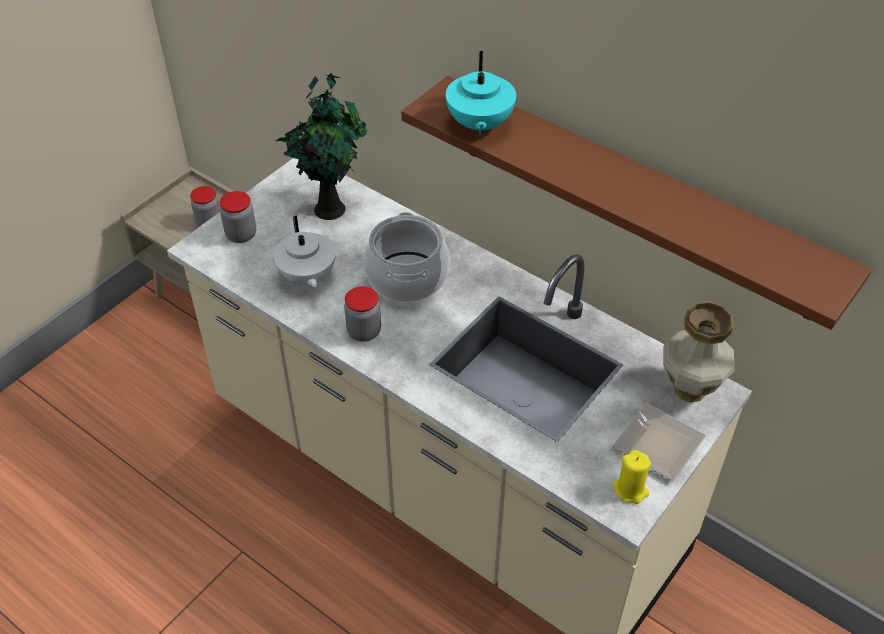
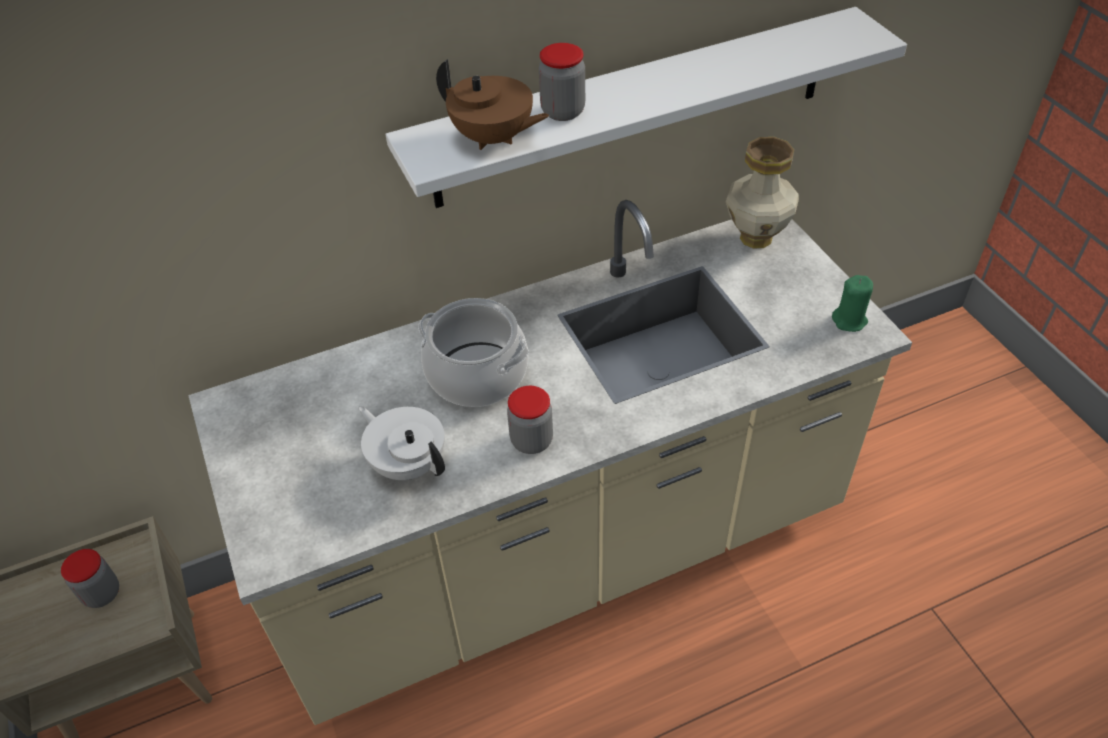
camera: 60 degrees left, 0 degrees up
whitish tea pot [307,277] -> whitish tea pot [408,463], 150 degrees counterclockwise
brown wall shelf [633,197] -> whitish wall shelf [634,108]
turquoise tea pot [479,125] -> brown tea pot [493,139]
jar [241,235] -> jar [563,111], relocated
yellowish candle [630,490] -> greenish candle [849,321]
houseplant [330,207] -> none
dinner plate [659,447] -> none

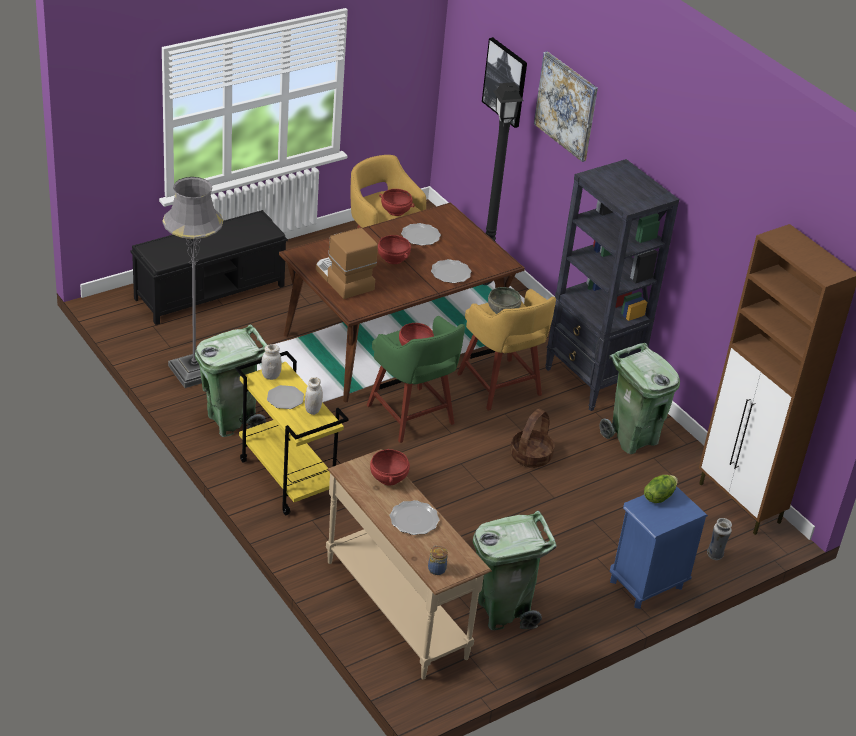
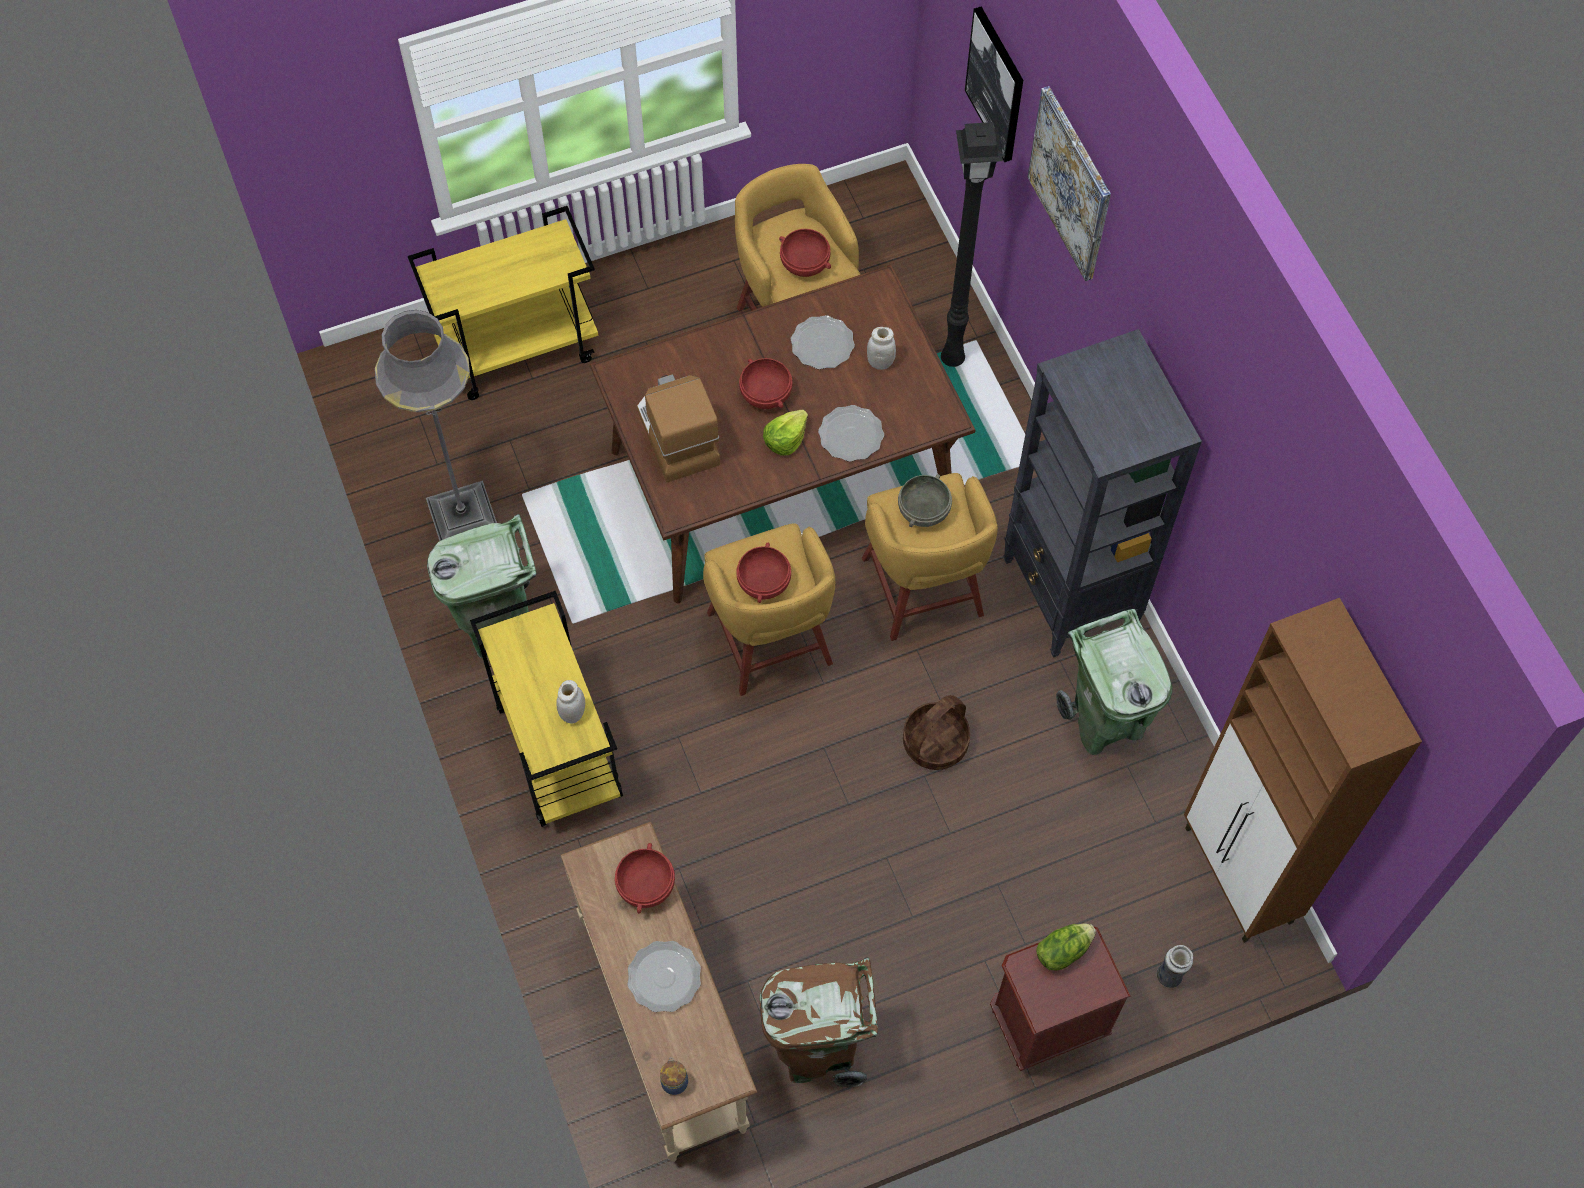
camera: 15 degrees right, 25 degrees up
black bench [211,292] -> yellowish trolley [519,349]
greenish sitting stool [411,416] -> yellowish sitting stool [770,642]
greenish waste bin [503,611] -> brown waste bin [818,1048]
none -> lettuce head [785,439]
whitish jar [271,376] -> whitish jar [880,362], relocated
blue night table [646,584] -> brown night table [1046,1022]
dinner plate [285,398] -> none

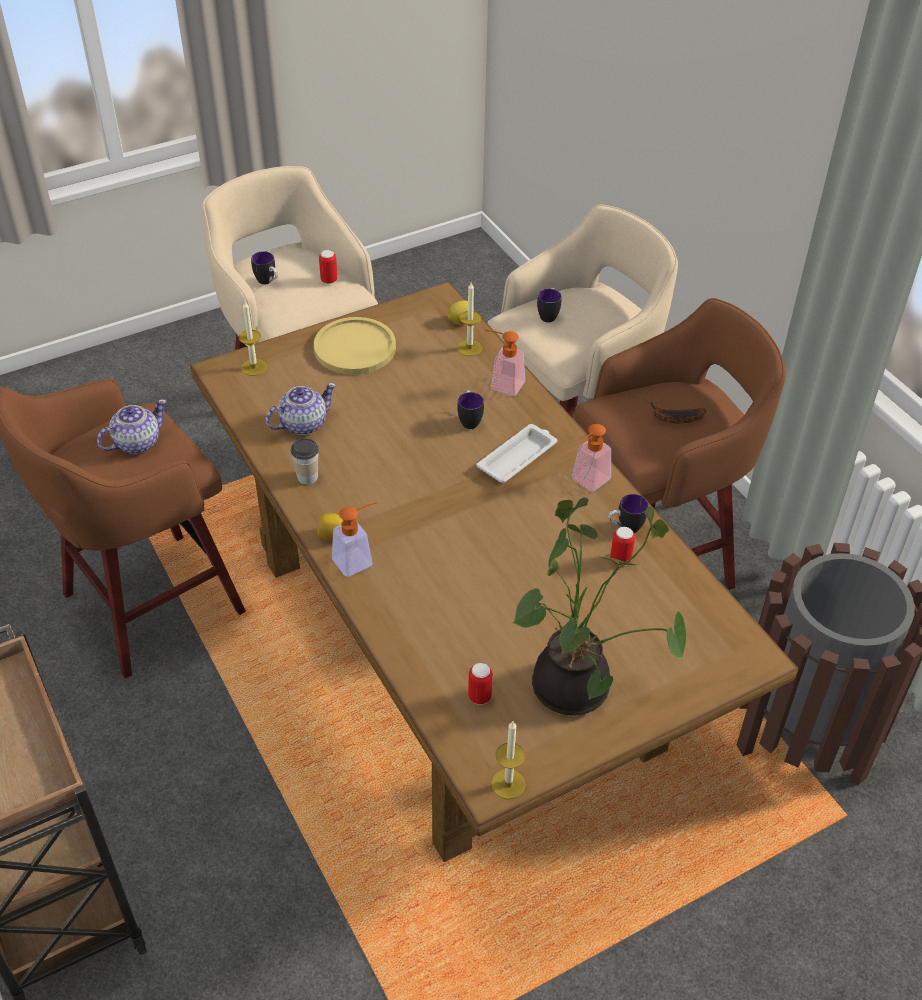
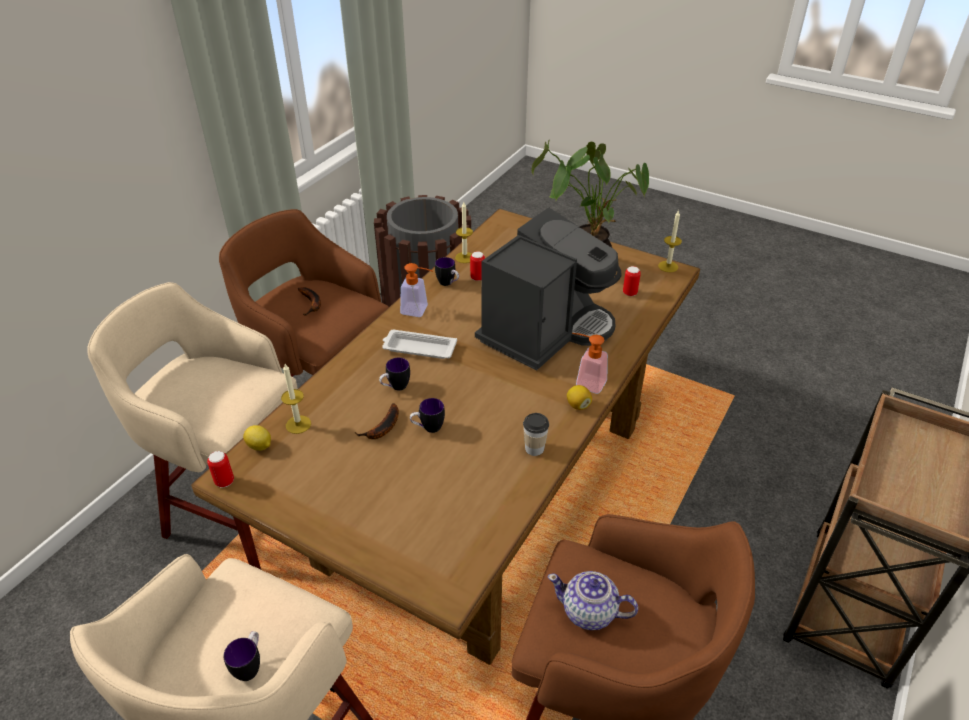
camera: 120 degrees left, 5 degrees down
can [329,280] -> can [224,481], relocated
none -> banana [382,428]
tea mug [548,315] -> tea mug [428,428], relocated
candle [254,367] -> candle [464,257], relocated
none -> coffee machine [545,330]
tea pot [302,424] -> none
yellowish dinner plate [355,348] -> none
soap bottle [502,384] -> none

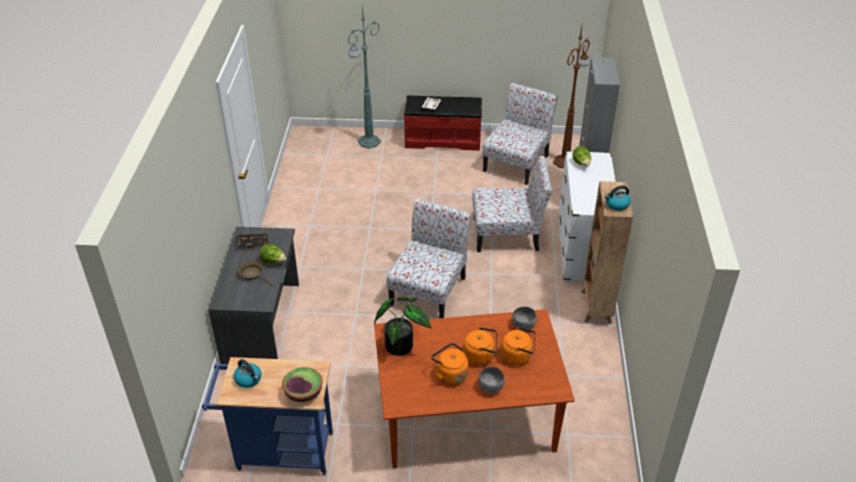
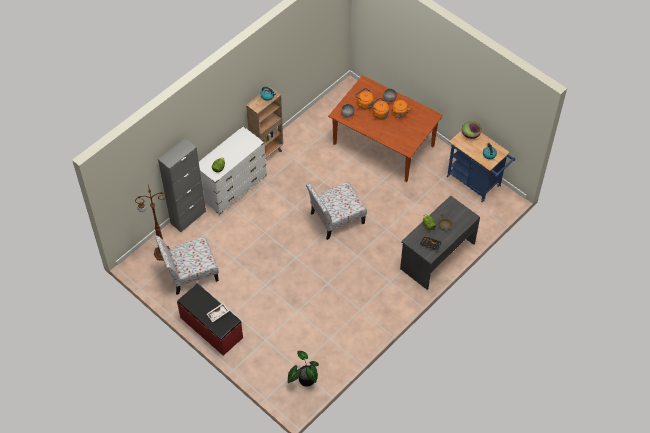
camera: 140 degrees left, 15 degrees up
houseplant [402,344] -> houseplant [304,379], relocated
greenish standard lamp [368,142] -> none
plain chair [508,234] -> none

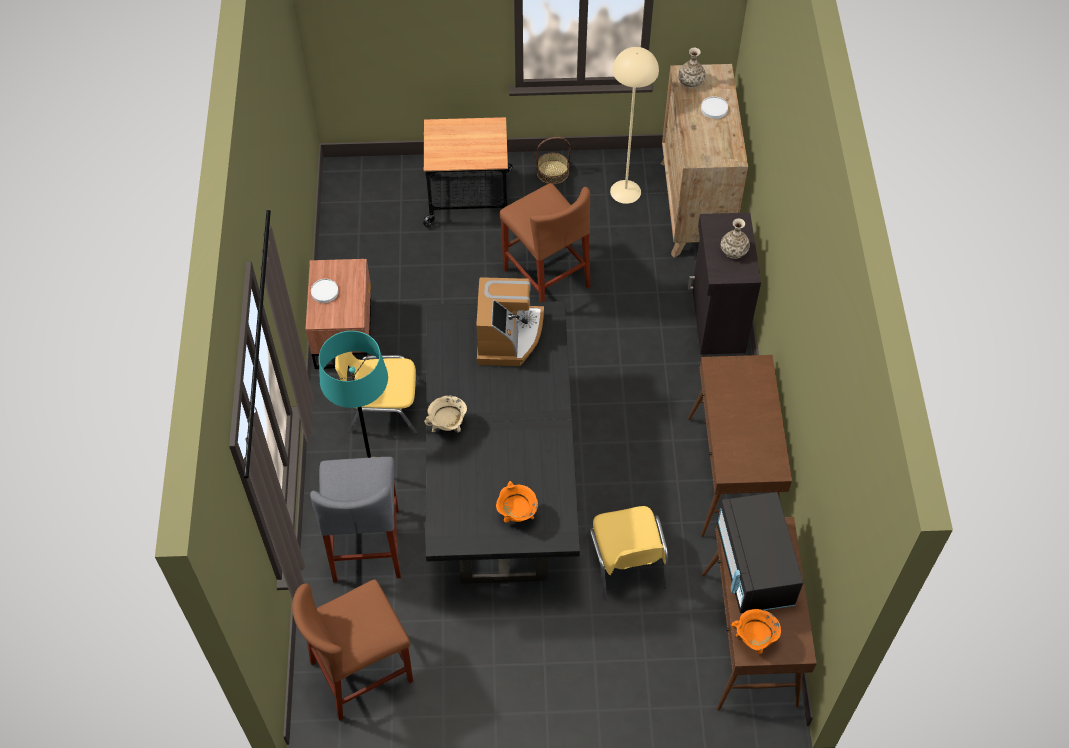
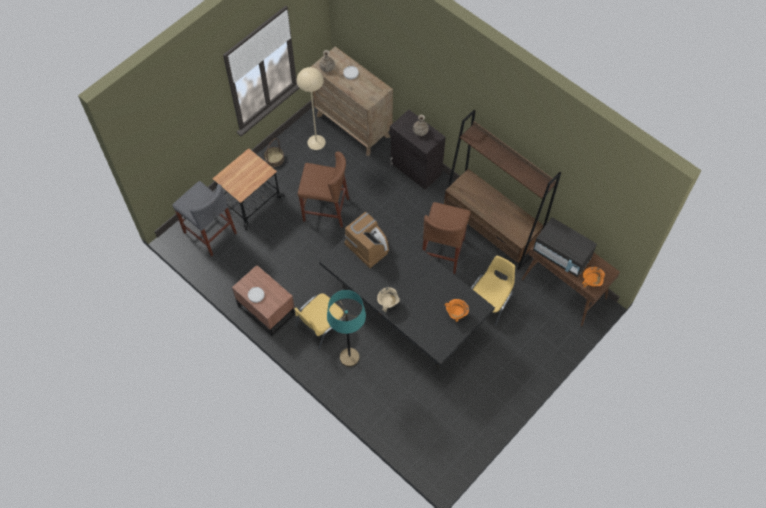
camera: 45 degrees left, 5 degrees up
grey sitting stool [366,544] -> grey sitting stool [209,233], relocated
brown sitting stool [362,671] -> brown sitting stool [443,252], relocated
brown hall table [731,475] -> brown bookshelf [490,230]
yellowish plain chair [626,563] -> yellowish plain chair [490,301], 90 degrees counterclockwise

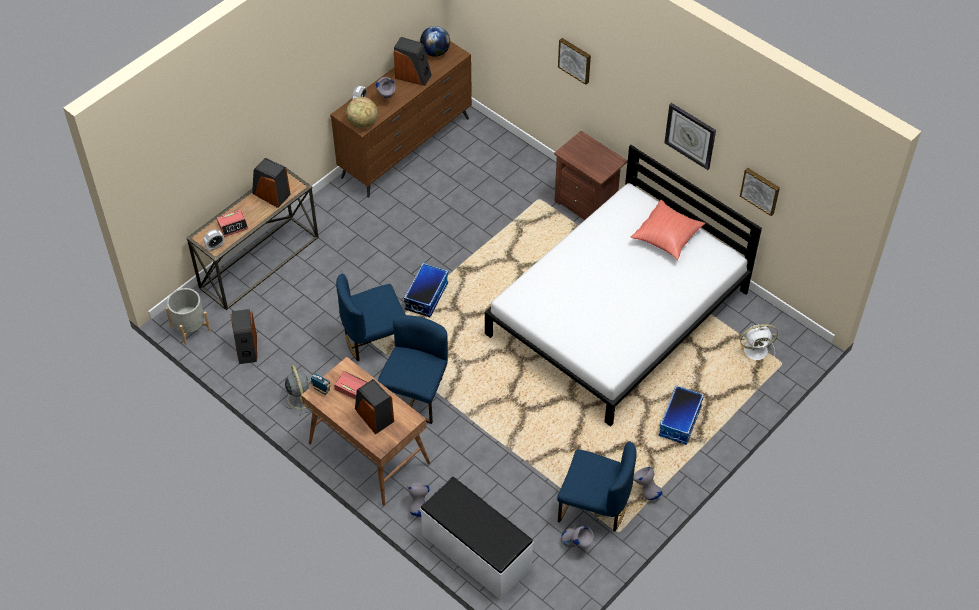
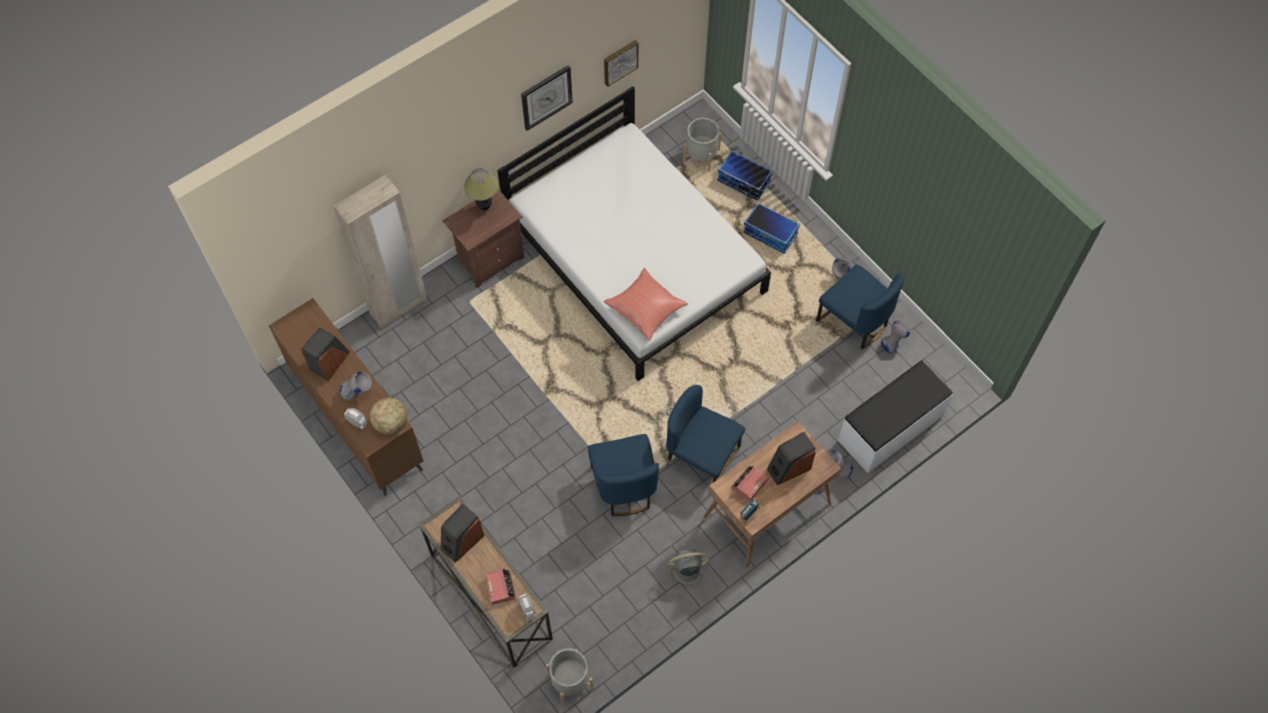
camera: 80 degrees left, 10 degrees up
none -> sand-coloured wardrobe [399,306]
none -> tabletop lamp [484,207]
reddish cushion [667,237] -> reddish cushion [646,309], relocated
whitish electric fan [756,350] -> grey planter [701,156]
storage bin [426,296] -> storage bin [743,182], relocated
blue plain chair [594,507] -> blue plain chair [853,321], 105 degrees clockwise
speaker [247,348] -> none
globe [435,52] -> none
picture [575,60] -> none

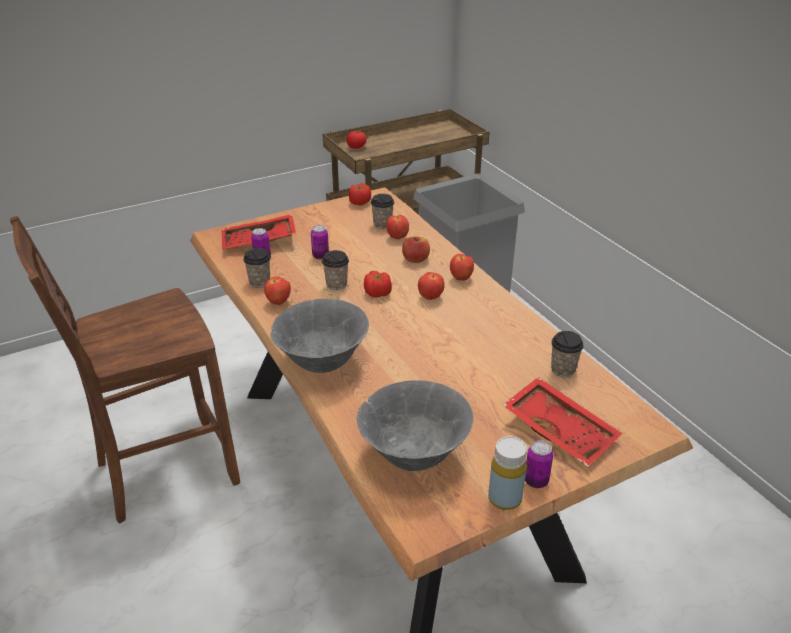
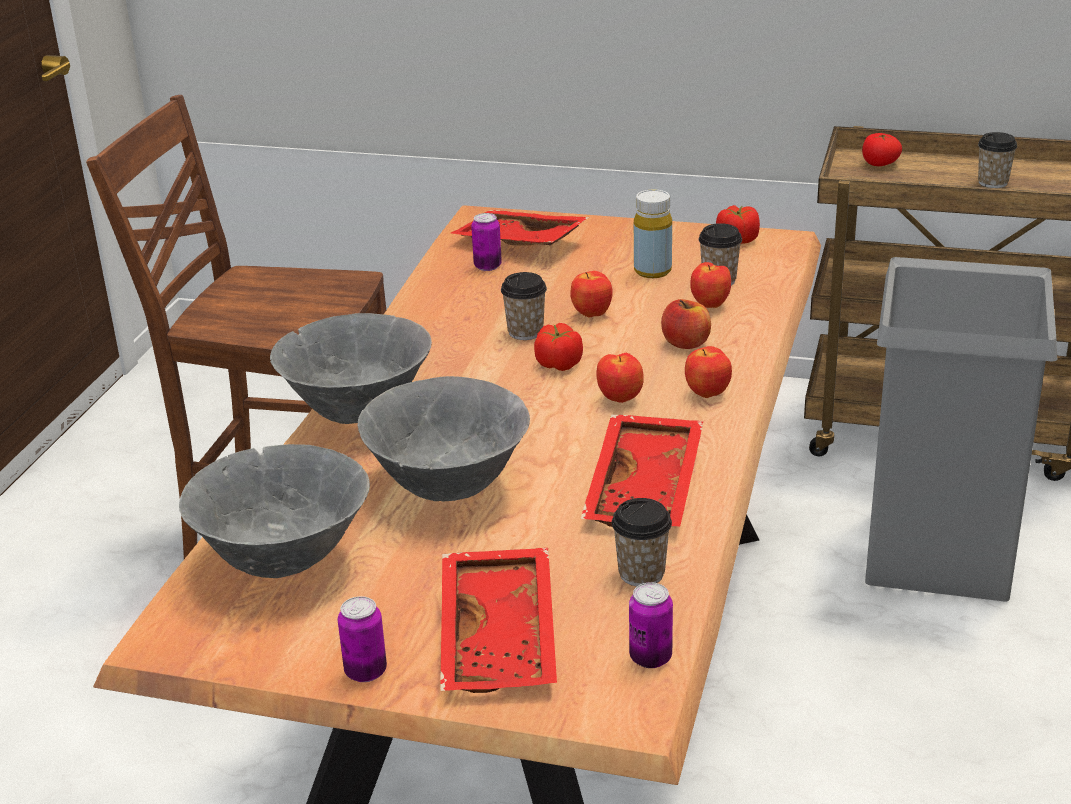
camera: 45 degrees right, 5 degrees down
none -> grey serving bowl [449,488]
whole apple [278,302] -> whole apple [592,315], relocated
none -> reddish serving tray [647,489]
can [320,256] -> can [650,658], relocated
yellowish bottle [504,498] -> yellowish bottle [652,271], relocated
small cup [259,282] -> small cup [993,182], relocated

